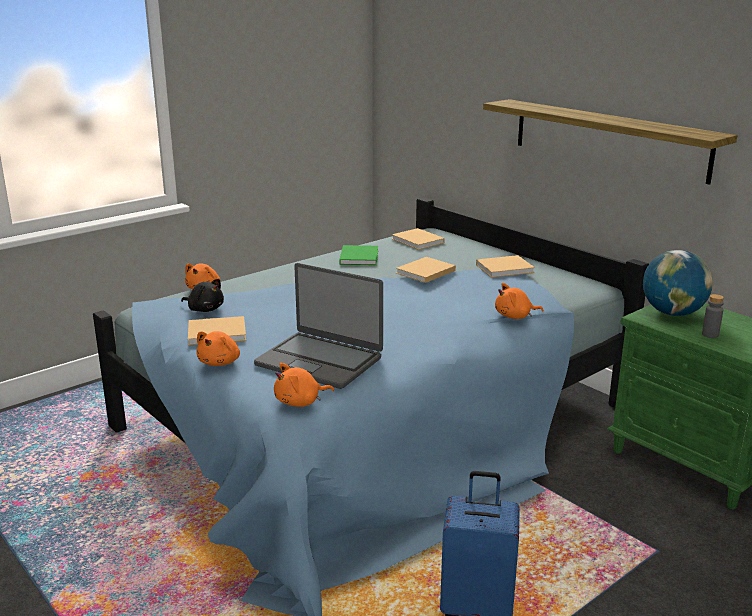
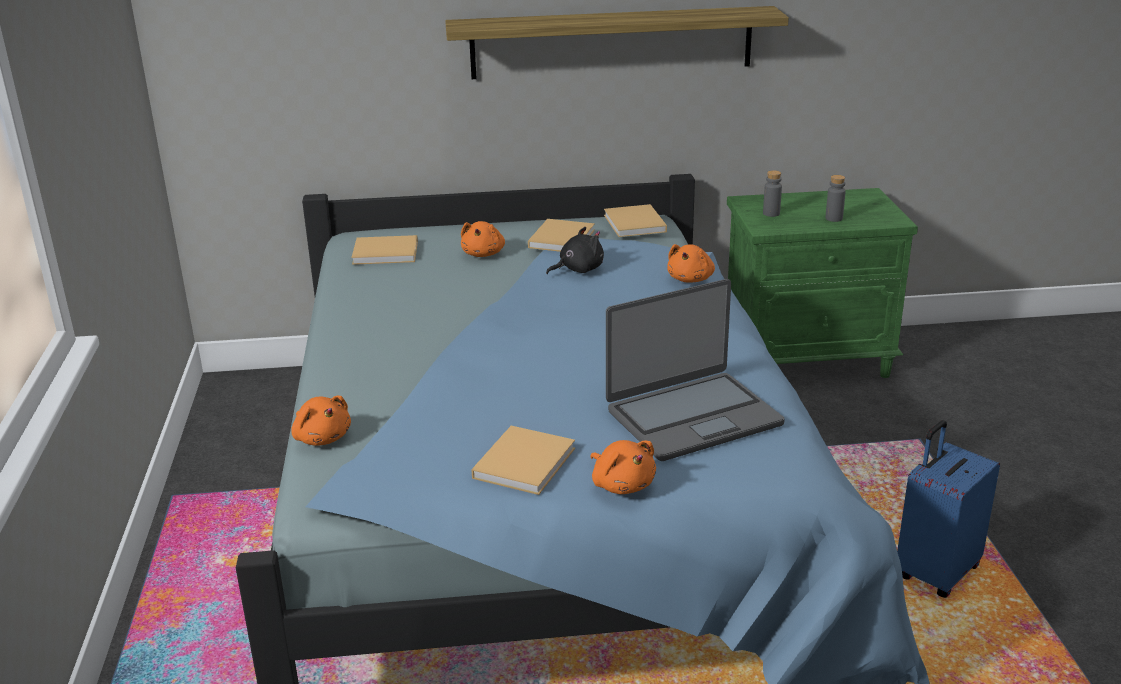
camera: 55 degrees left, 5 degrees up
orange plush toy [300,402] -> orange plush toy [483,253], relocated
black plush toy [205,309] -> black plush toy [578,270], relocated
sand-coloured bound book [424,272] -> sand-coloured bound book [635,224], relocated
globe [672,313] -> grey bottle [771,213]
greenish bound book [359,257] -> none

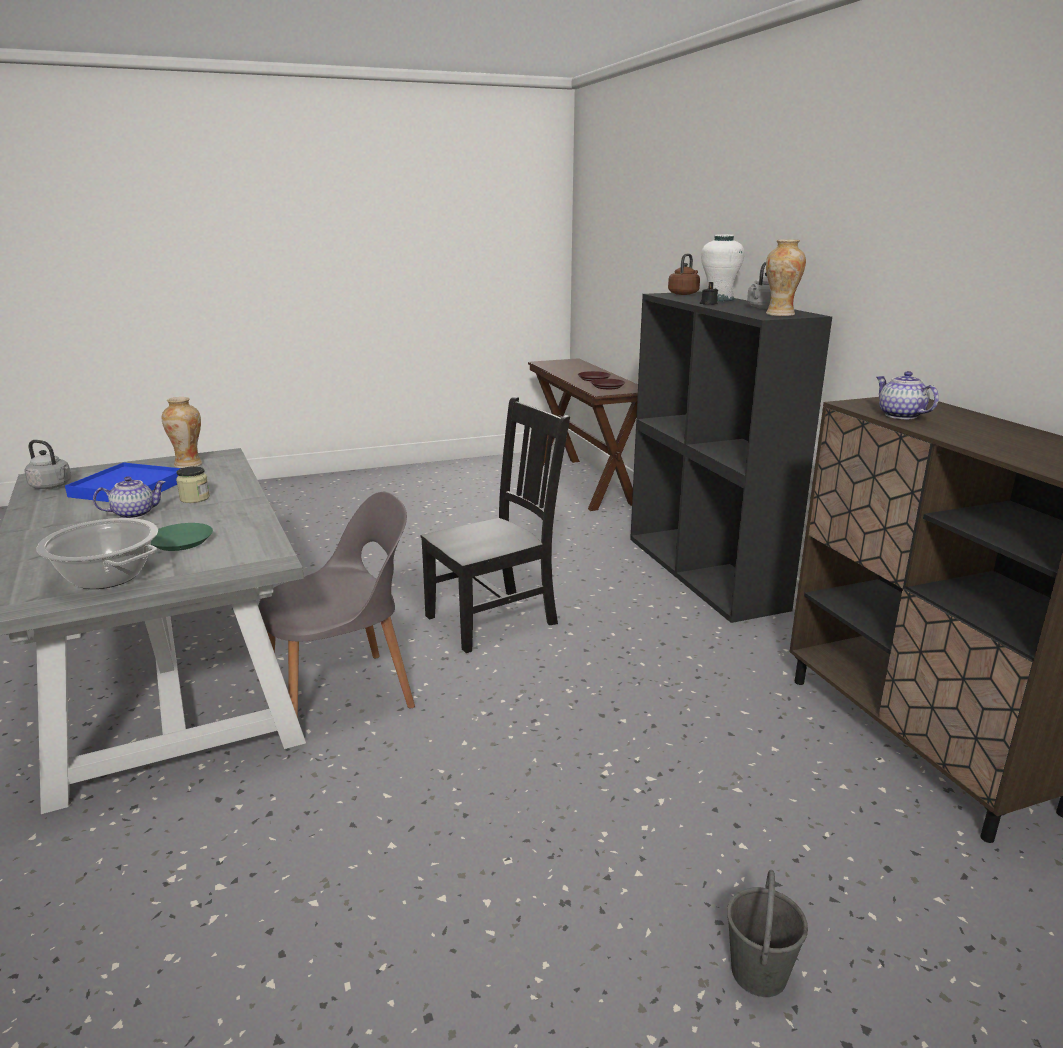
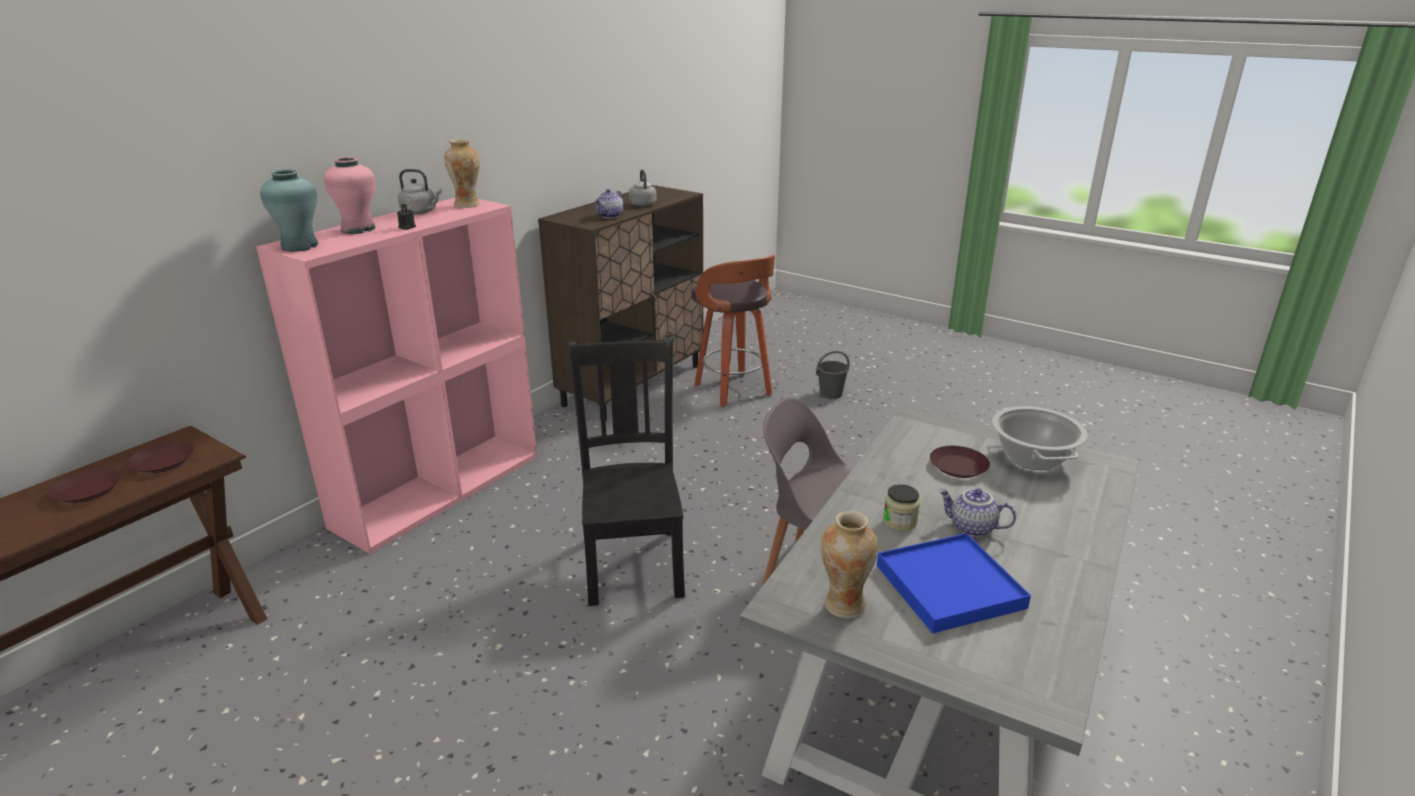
camera: 125 degrees left, 5 degrees up
black bookshelf [705,572] -> pink bookshelf [439,489]
brown water kettle [684,294] -> turquoise flower vase [300,246]
whitish flower vase [719,299] -> pink flower vase [358,229]
black plain chair [495,619] -> black plain chair [633,562], 60 degrees clockwise
grey water kettle [52,486] -> grey water kettle [642,204], relocated
none -> sitting stool [734,391]
greenish dinner plate [180,542] -> brown dinner plate [958,467]

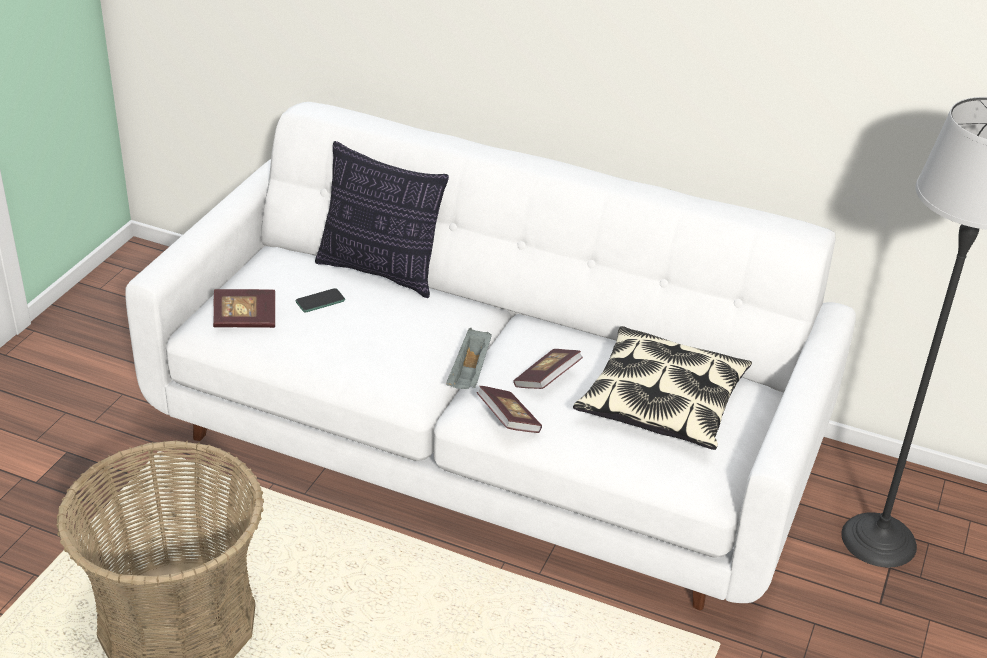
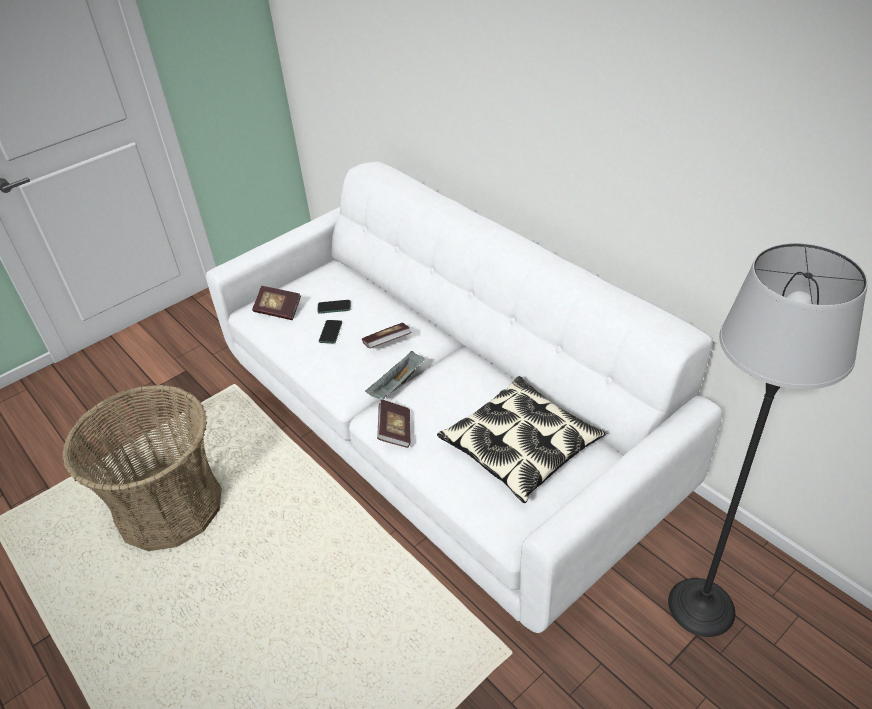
camera: 30 degrees right, 5 degrees up
none -> telephone [330,332]
bound book [547,380] -> bound book [387,343], relocated
cushion [380,271] -> none

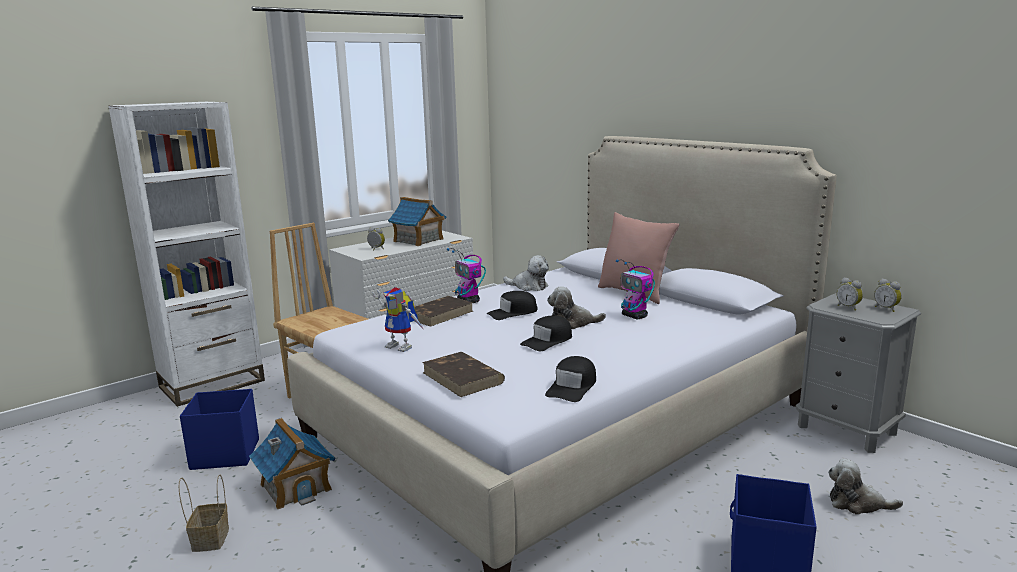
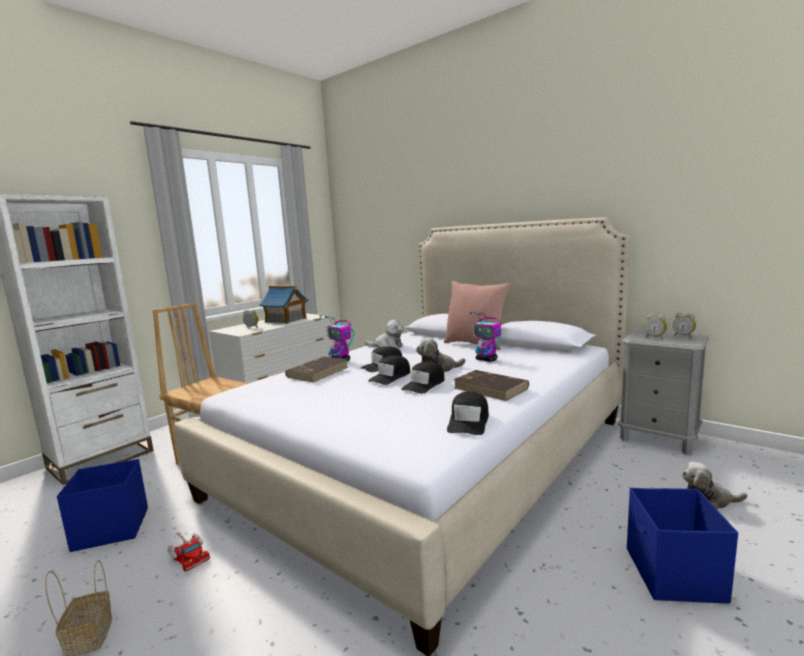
camera: 10 degrees left, 5 degrees down
miniature house [296,487] -> model truck [188,555]
none -> black baseball cap [390,377]
brown bound book [463,378] -> brown bound book [491,388], relocated
model robot [403,346] -> none

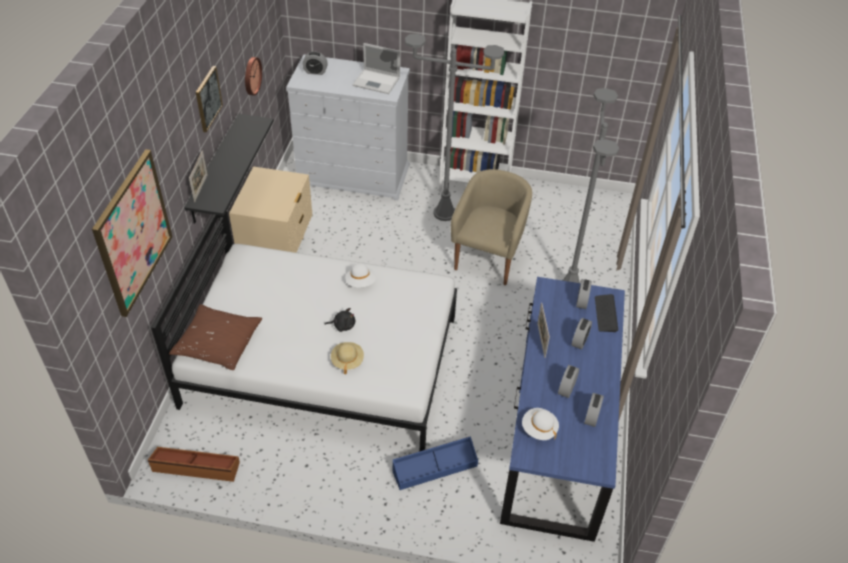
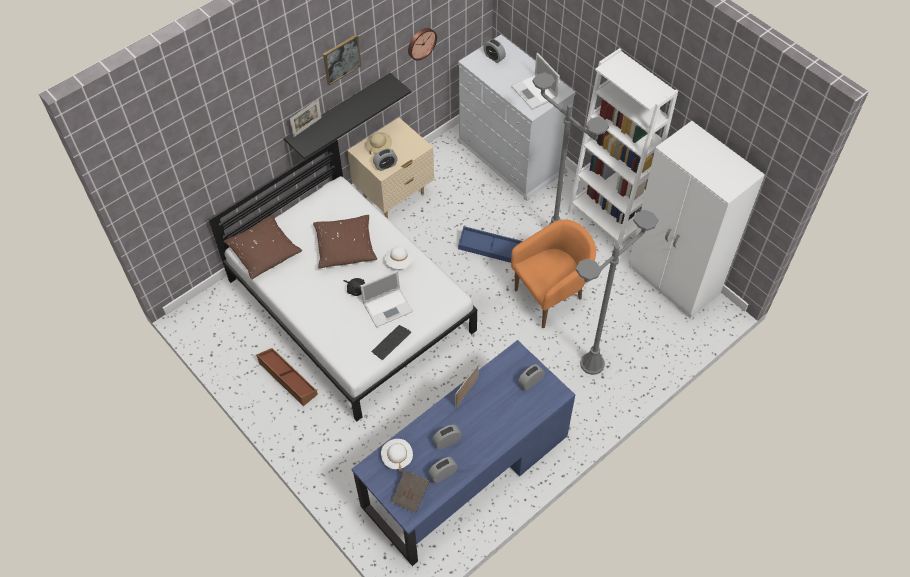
camera: 40 degrees right, 10 degrees up
brown storage bin [195,468] -> brown storage bin [287,379], relocated
none -> brown cushion [345,247]
none -> portable computer [388,307]
sand-coloured clothing hat [347,361] -> sand-coloured clothing hat [379,147], relocated
computer keyboard [606,314] -> computer keyboard [391,342], relocated
table clock [580,341] -> table clock [385,165], relocated
none -> brown bound book [411,495]
blue storage bin [434,467] -> blue storage bin [491,249], relocated
sand-coloured lounge chair [488,258] -> orange lounge chair [551,297]
none -> whitish wardrobe [673,282]
picture [133,232] -> none

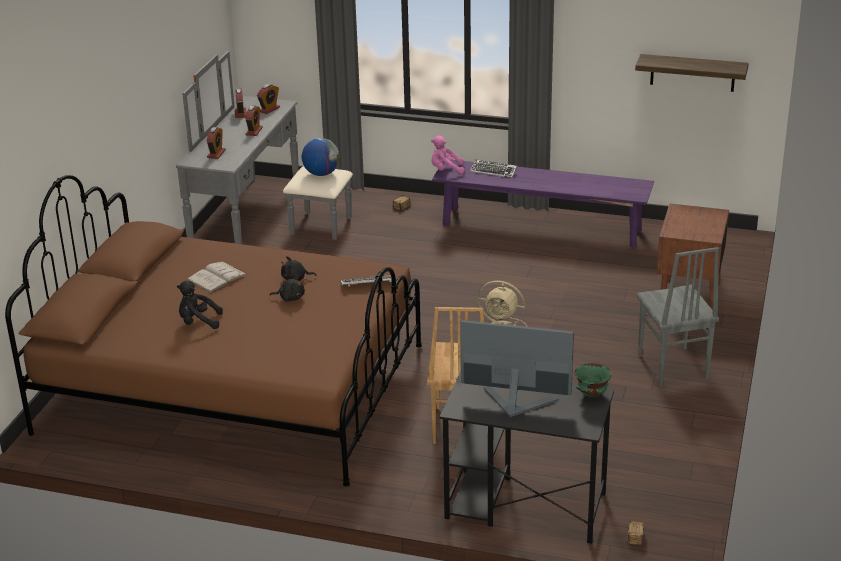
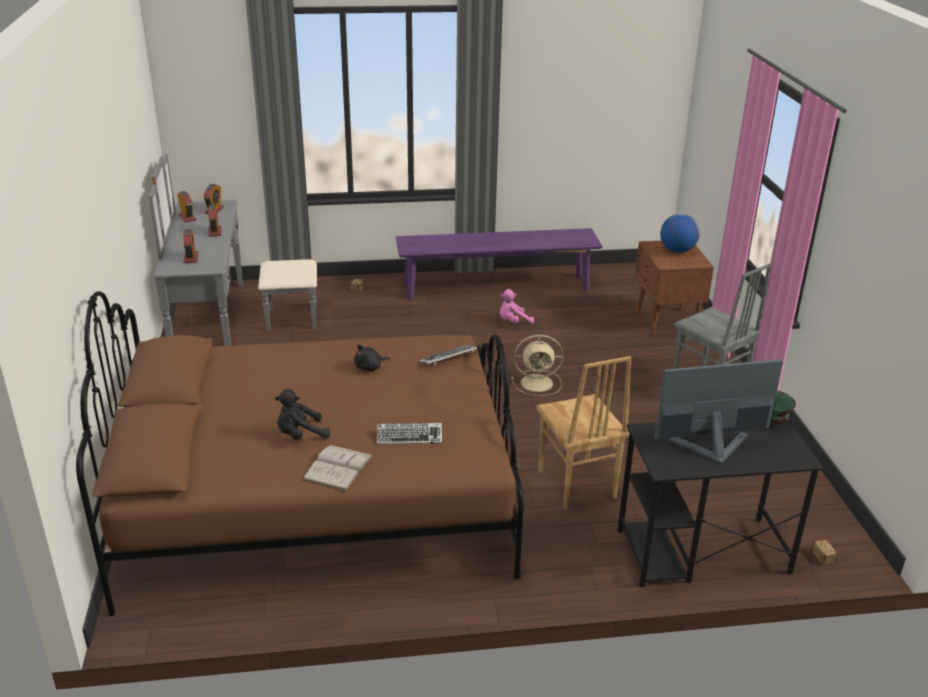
camera: 25 degrees left, 0 degrees up
whitish bound book [216,277] -> whitish bound book [338,468], relocated
computer keyboard [493,171] -> computer keyboard [409,437], relocated
pink plush toy [445,170] -> pink plush toy [513,322], relocated
globe [321,173] -> globe [677,250], relocated
black plush toy [290,298] -> none
wall shelf [692,73] -> none

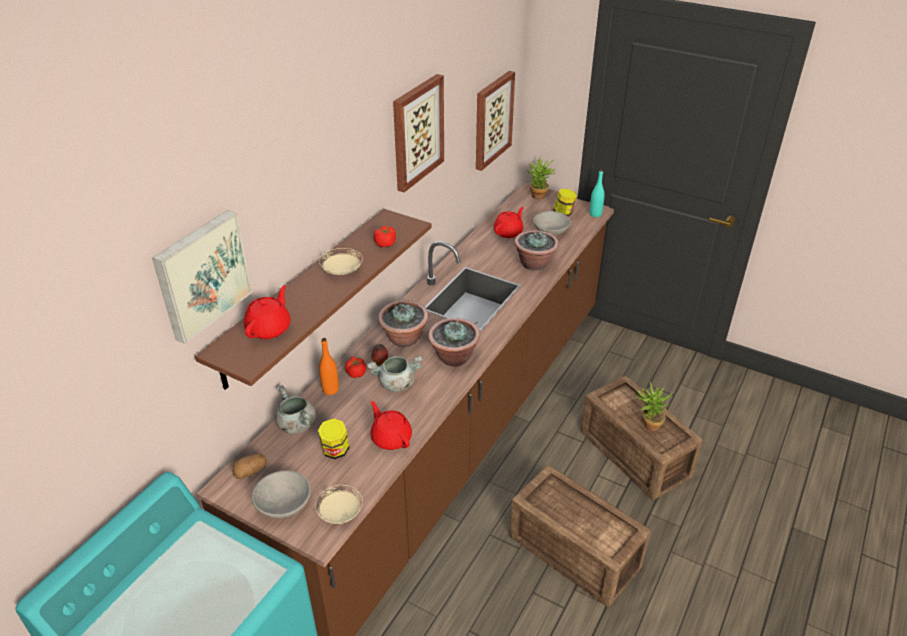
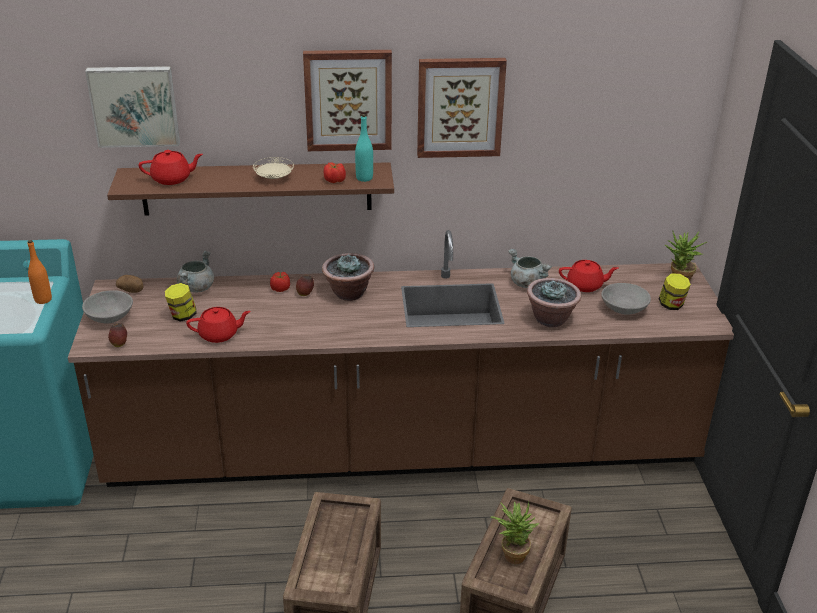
camera: 55 degrees right, 5 degrees down
orange bottle [330,389] -> orange bottle [43,300], relocated
sand-coloured dinner plate [340,513] -> whole apple [119,344]
reddish tea pot [391,438] -> reddish tea pot [219,335], 60 degrees clockwise
picture [492,120] -> picture [348,100], relocated
turquoise bottle [595,214] -> turquoise bottle [364,178], relocated
grey cooking pot [396,384] -> grey cooking pot [526,283], relocated
houseplant [453,358] -> none

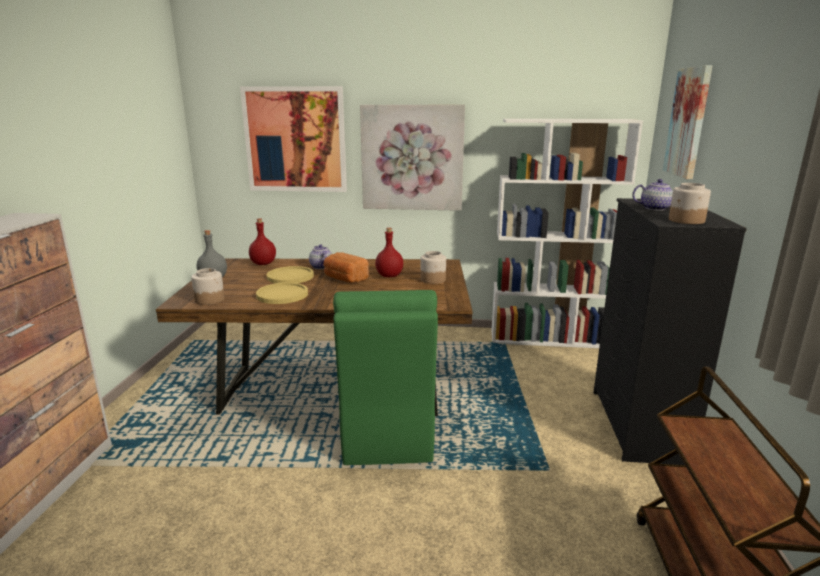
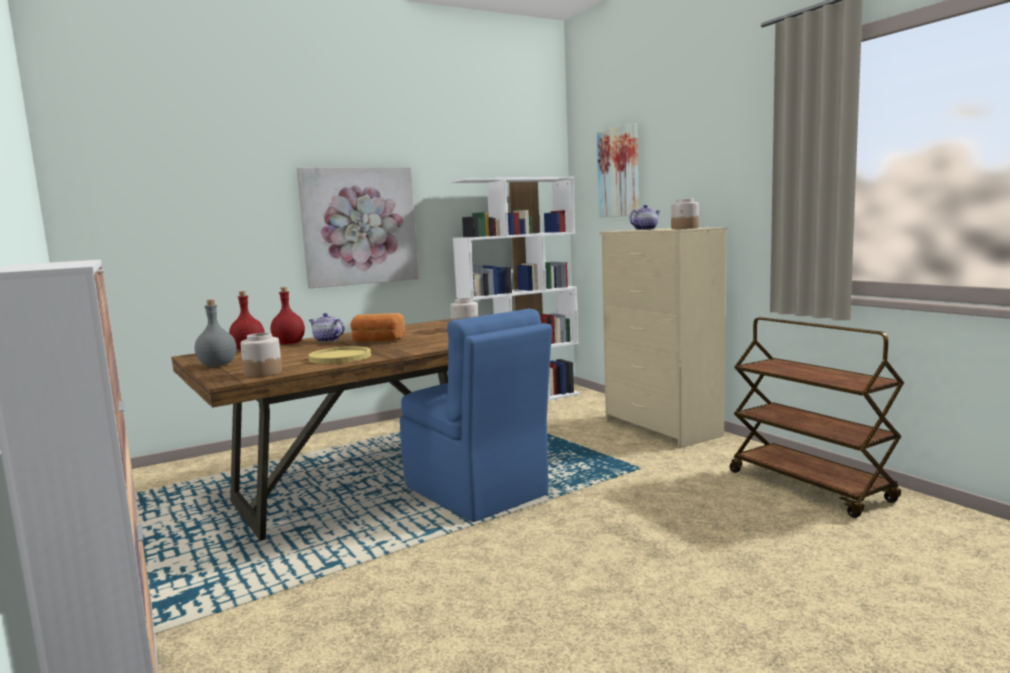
camera: 35 degrees left, 10 degrees down
reddish bottle [390,276] -> reddish bottle [290,343], relocated
greenish plain chair [386,433] -> blue plain chair [477,492]
black drawer chest [637,426] -> sand-coloured drawer chest [661,428]
picture [295,140] -> none
yellowish dinner plate [290,276] -> none

